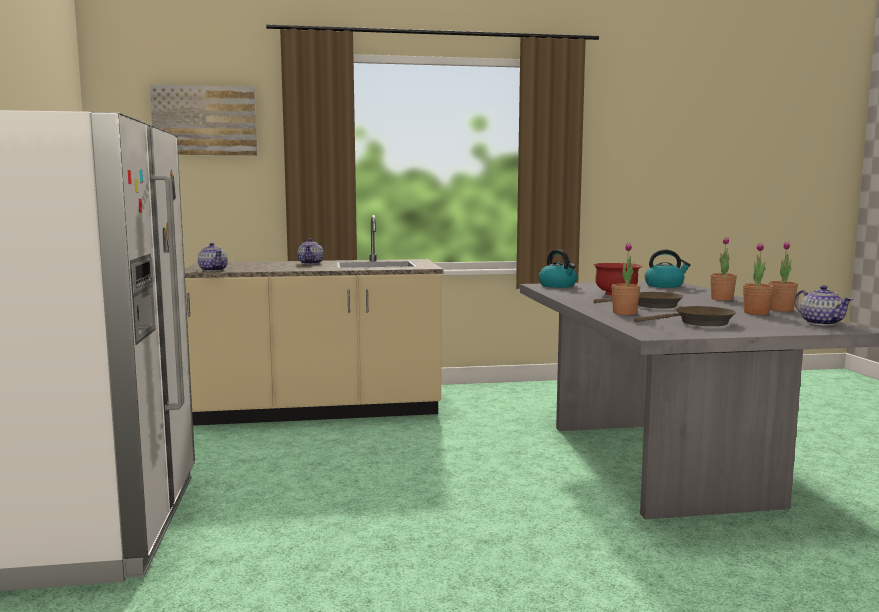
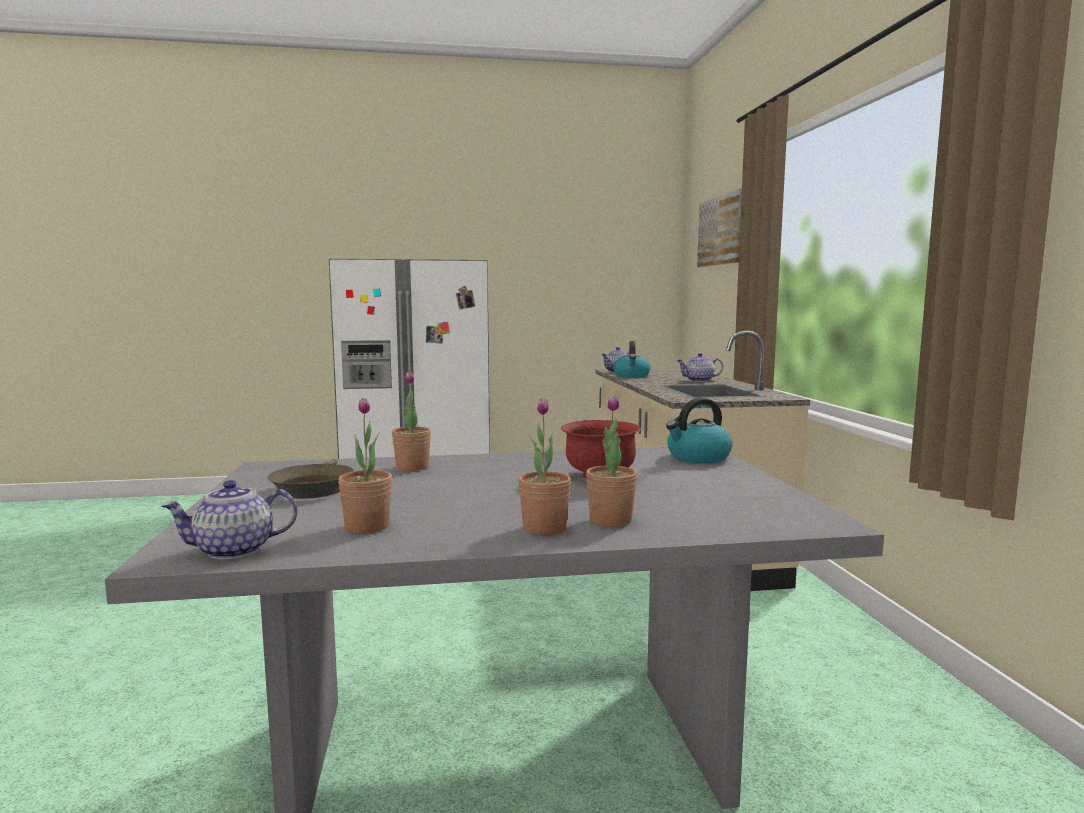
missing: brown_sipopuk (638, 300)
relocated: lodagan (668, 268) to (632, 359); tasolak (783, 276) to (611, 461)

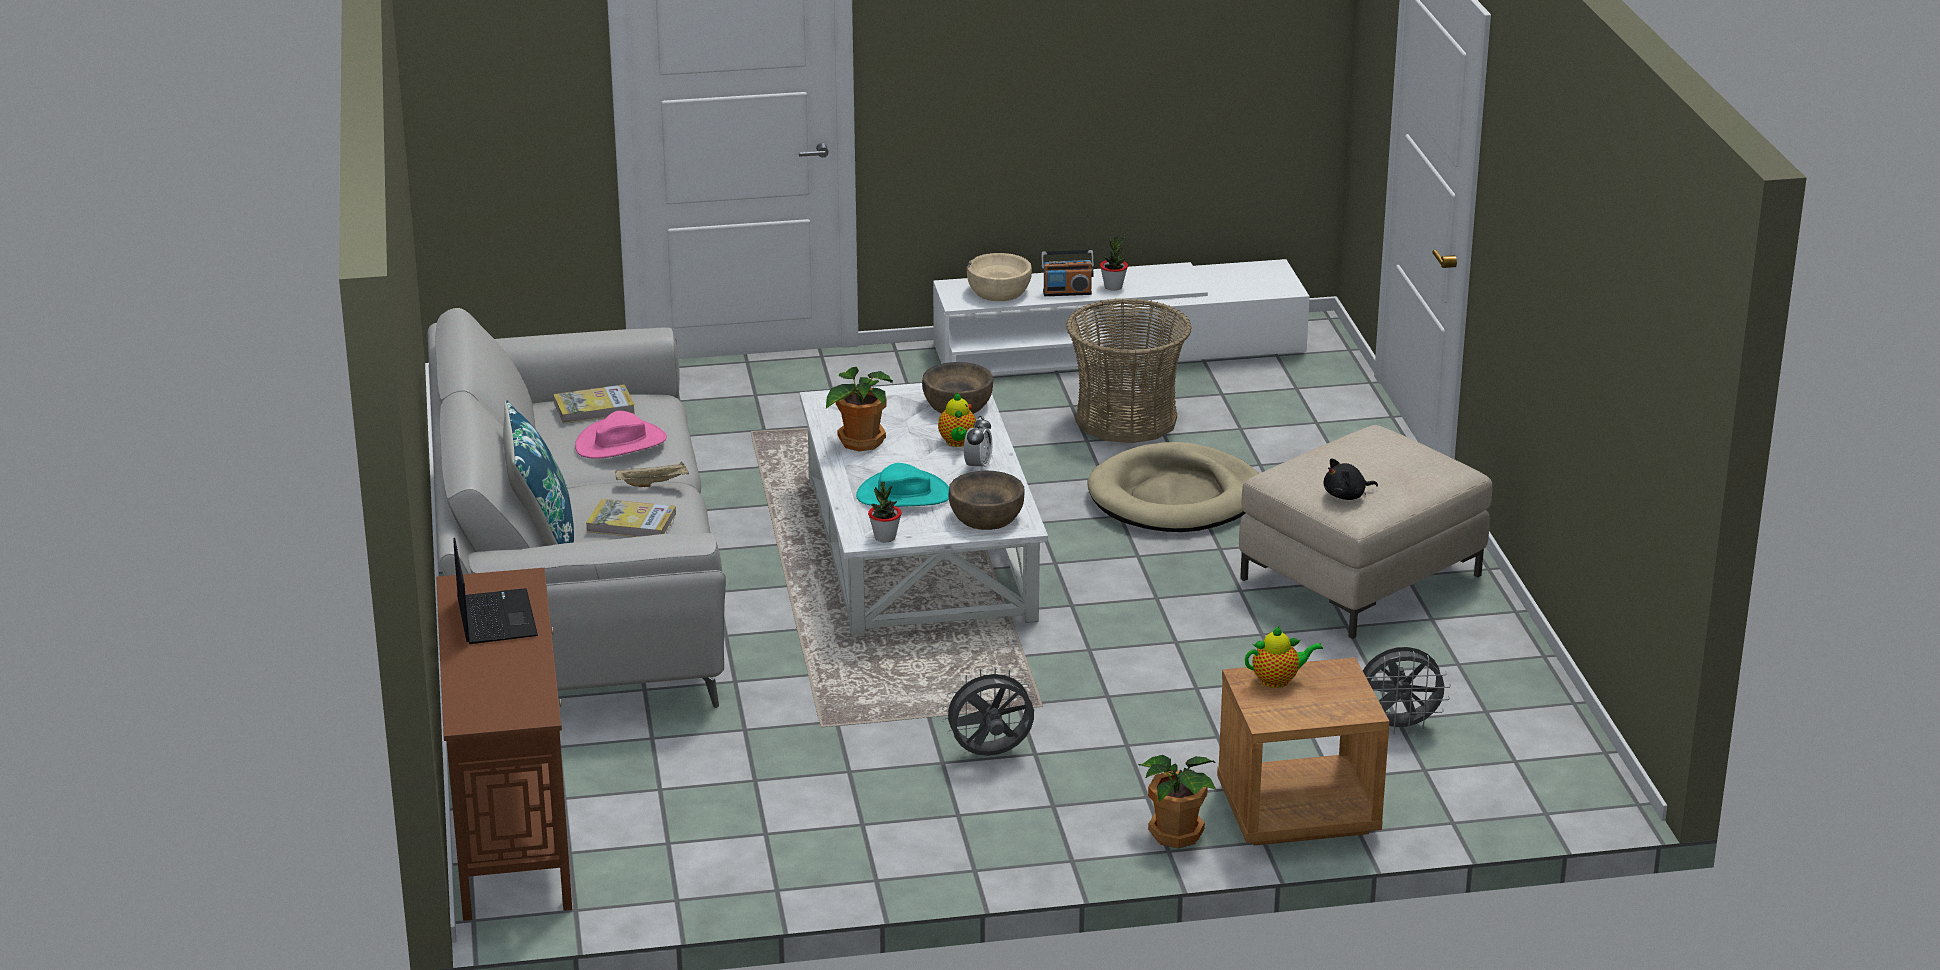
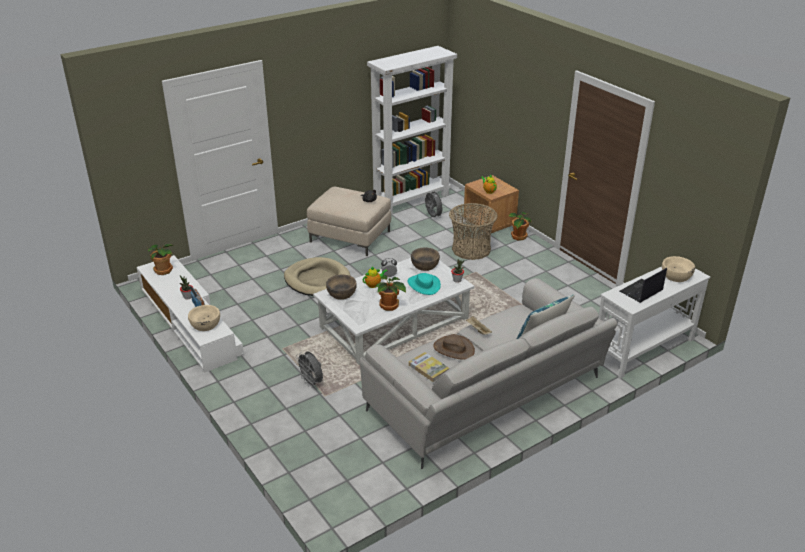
missing: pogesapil (631, 518)
appeared: tasolak (160, 259); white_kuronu (412, 130); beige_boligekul (678, 269)
relocated: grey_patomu (988, 711) to (309, 370); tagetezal (1129, 370) to (473, 231)
colour: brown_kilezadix (504, 744) to white_kilezadix (654, 322); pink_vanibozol (621, 435) to brown_vanibozol (454, 347)

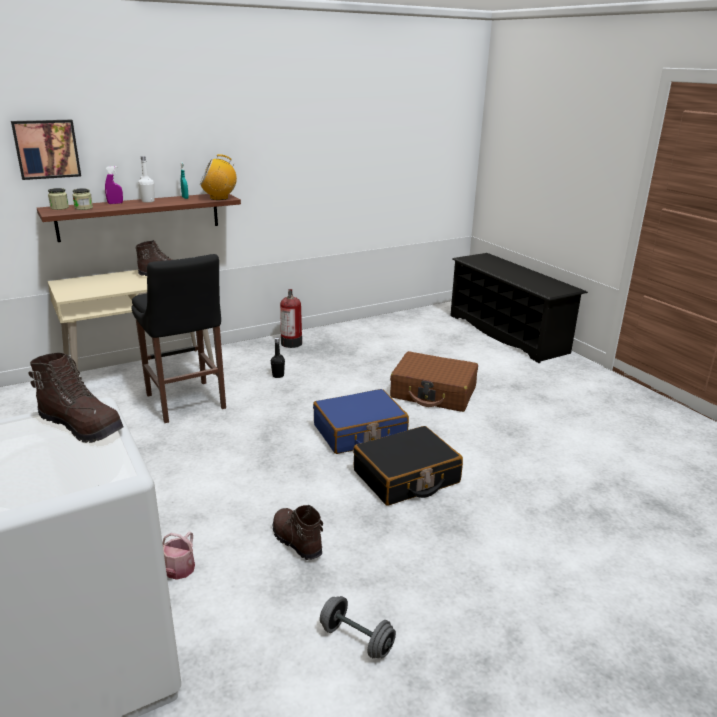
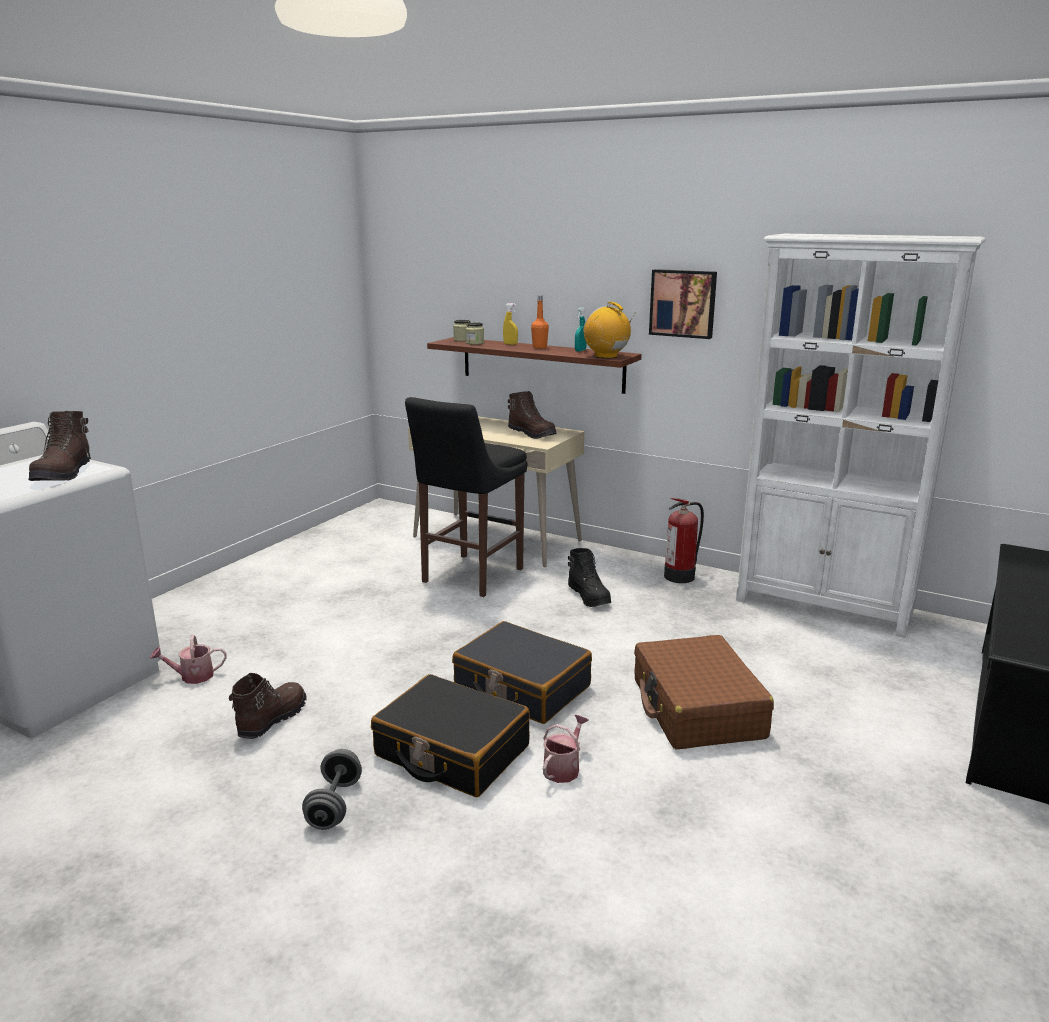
appeared: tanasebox (566, 748); white_kuronu (861, 436)
relocated: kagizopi (46, 150) to (683, 304); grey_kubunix (358, 627) to (332, 789)
exchanged: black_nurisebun (278, 358) to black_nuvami (589, 577)
colour: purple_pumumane (114, 185) to yellow_pumumane (510, 324); white_nurisebun (146, 179) to orange_nurisebun (540, 322); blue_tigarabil (361, 421) to black_tigarabil (522, 672)

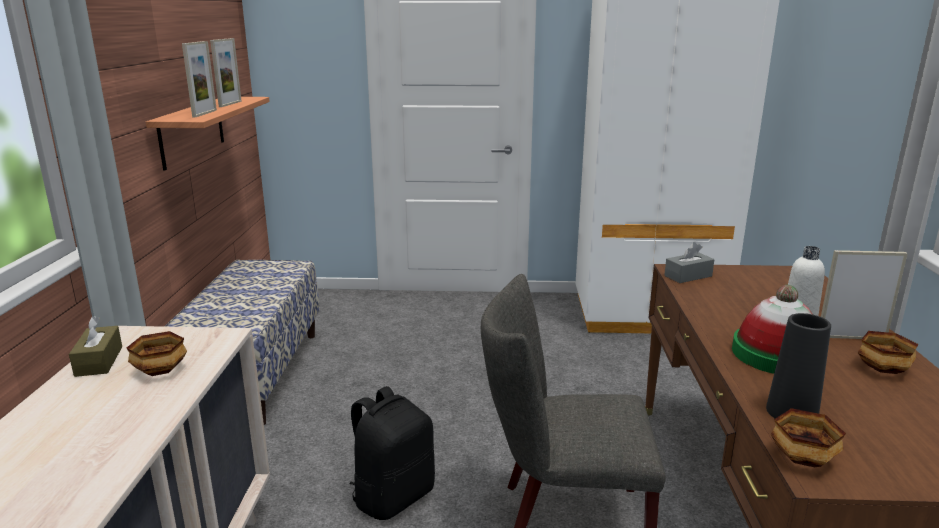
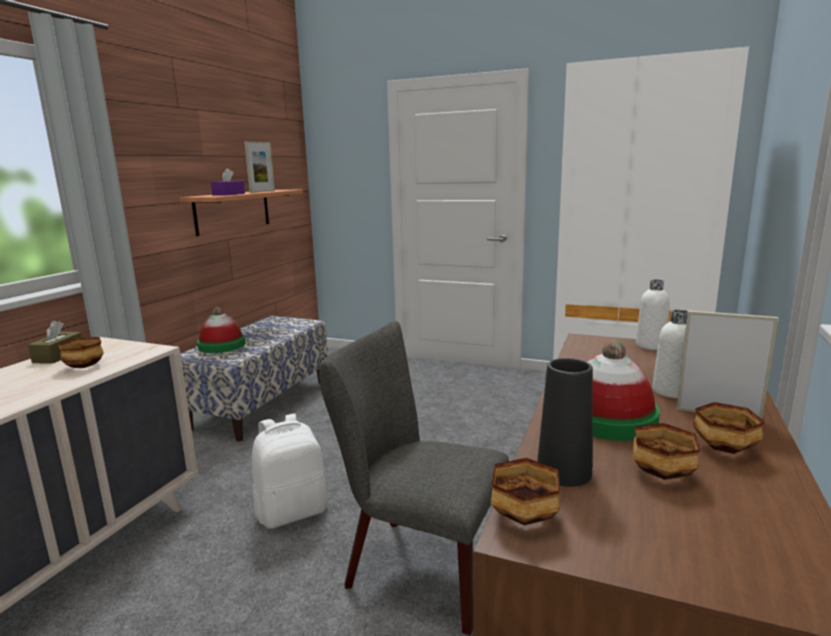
missing: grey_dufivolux (689, 262)
appeared: vanibozol (221, 330); boligekul (666, 451); white_nurisebun (653, 314)
exchanged: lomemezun (199, 79) to purple_dufivolux (228, 182)
colour: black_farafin (392, 453) to white_farafin (290, 471)

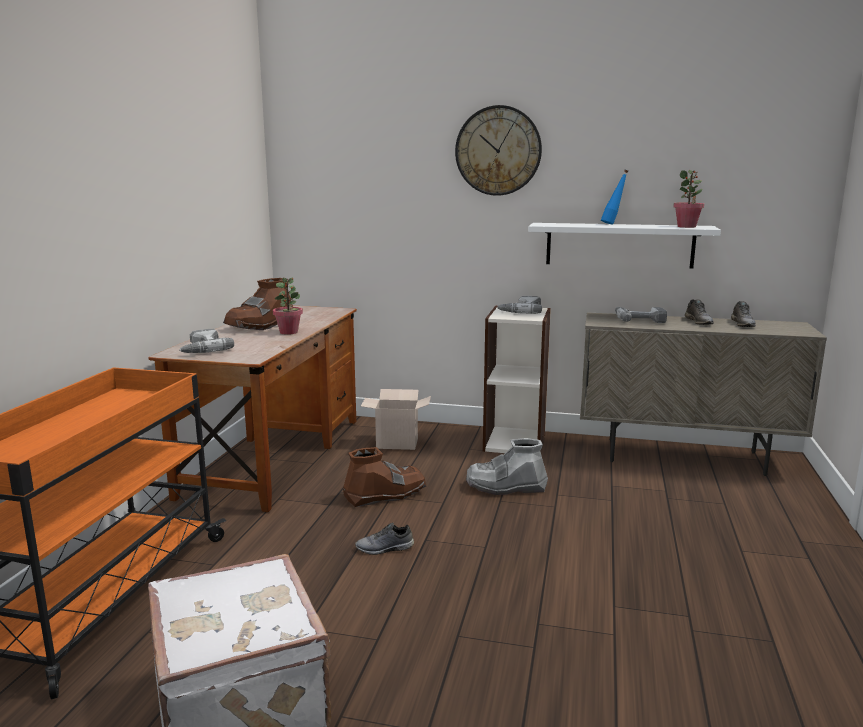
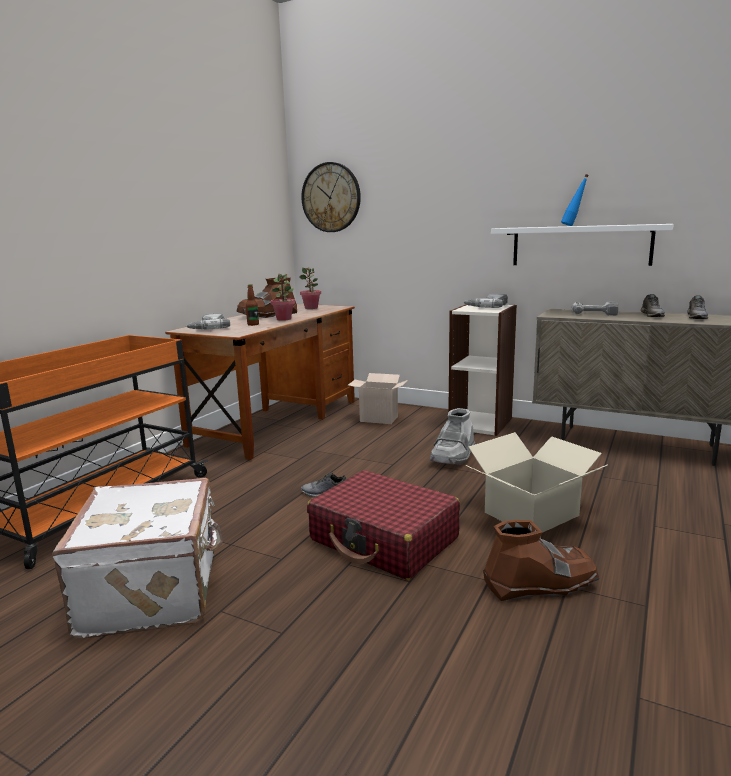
appeared: nurisebun (252, 305); red_tigarabil (383, 525); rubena (536, 482)
relocated: brown_nuvami (384, 477) to (541, 560); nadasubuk (498, 150) to (331, 197); tasolak (688, 199) to (310, 288)
spun: grey_nuvami (507, 466) = (452, 436) 75 degrees counterclockwise

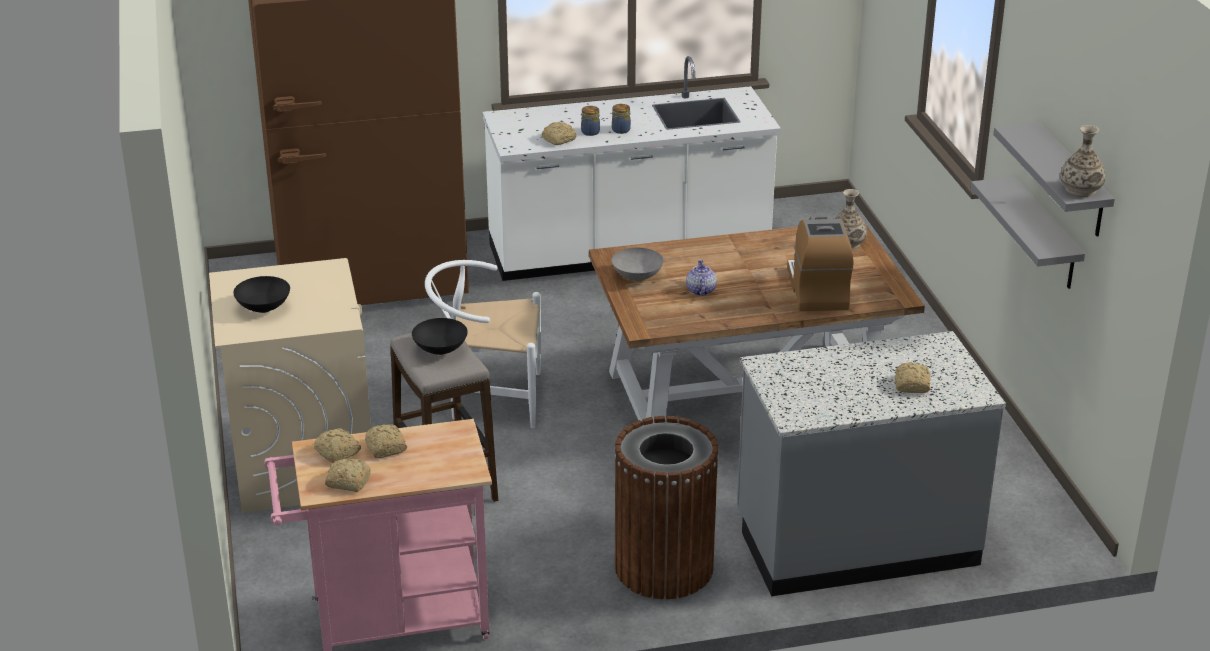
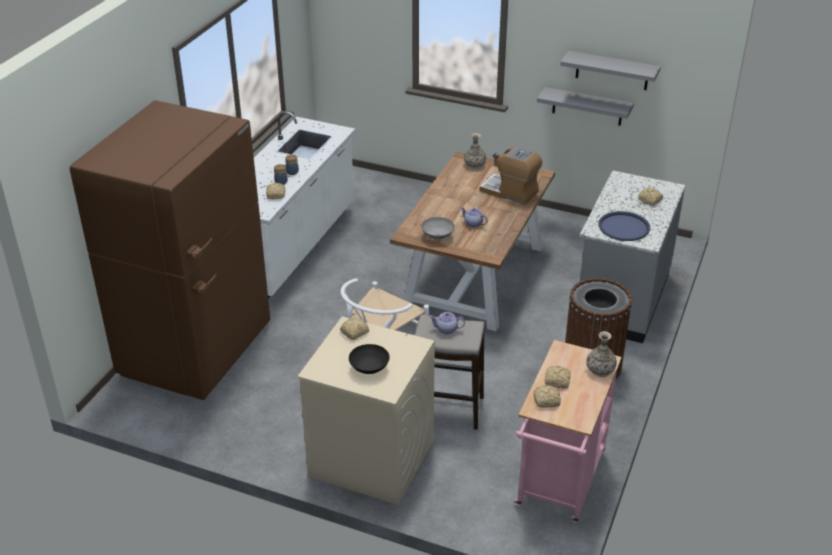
appeared: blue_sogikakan (624, 226)
relocated: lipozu (348, 475) to (354, 328); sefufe (1083, 161) to (601, 354)
exchanged: black_boligekul (440, 336) to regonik (447, 323)

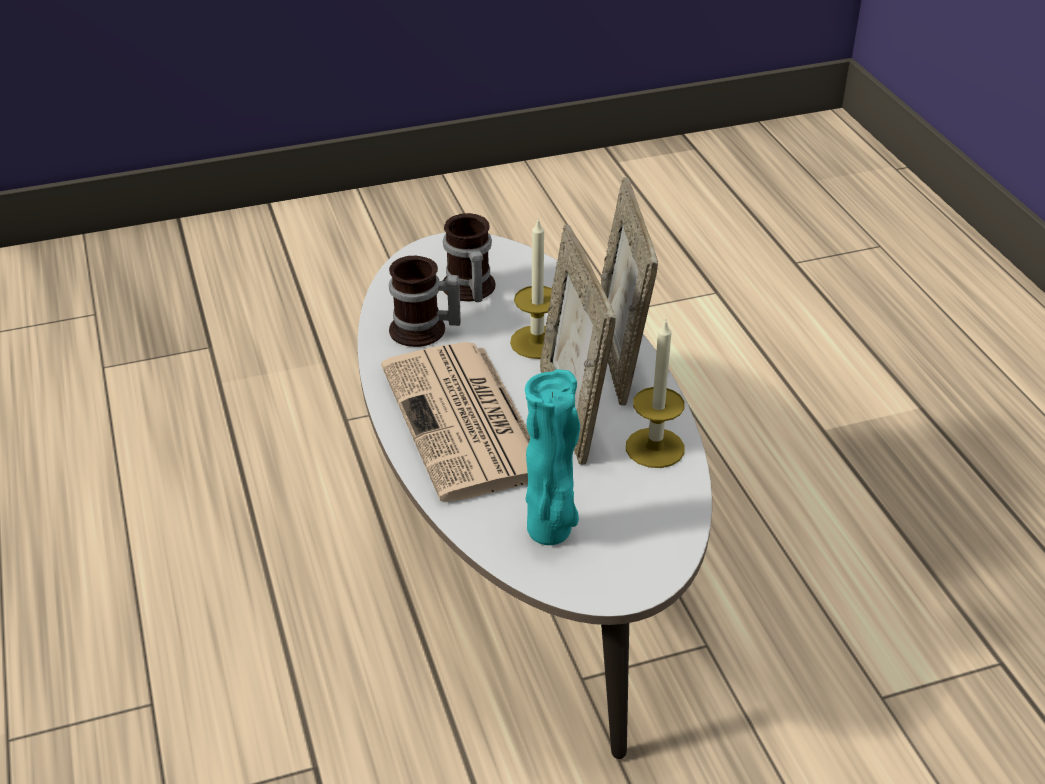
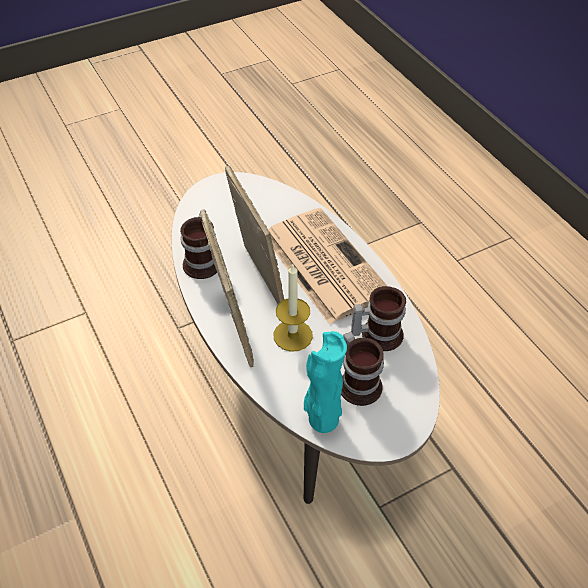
relocated: turquoise_sefufe (552, 457) to (325, 382)
exchanged: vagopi (655, 393) to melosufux (198, 246)

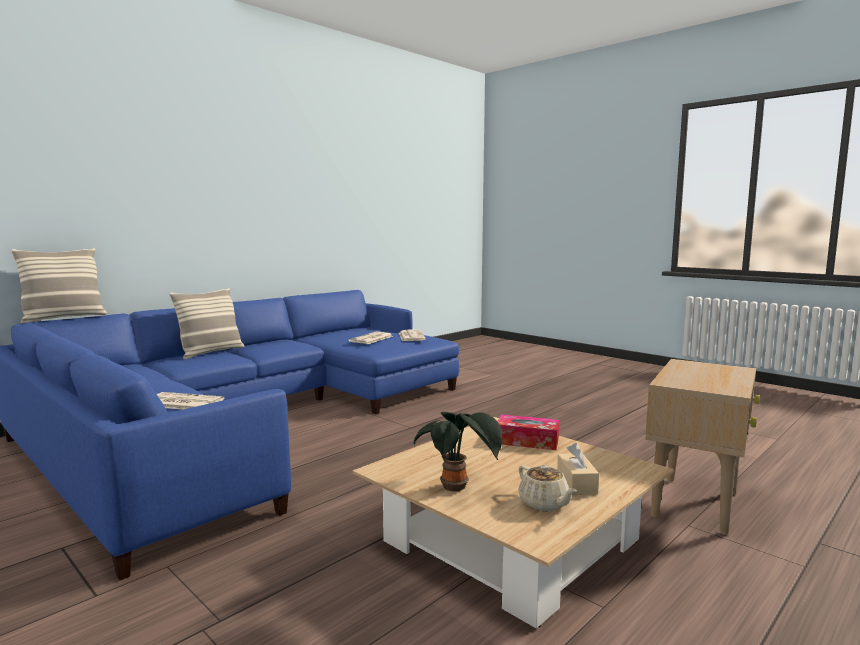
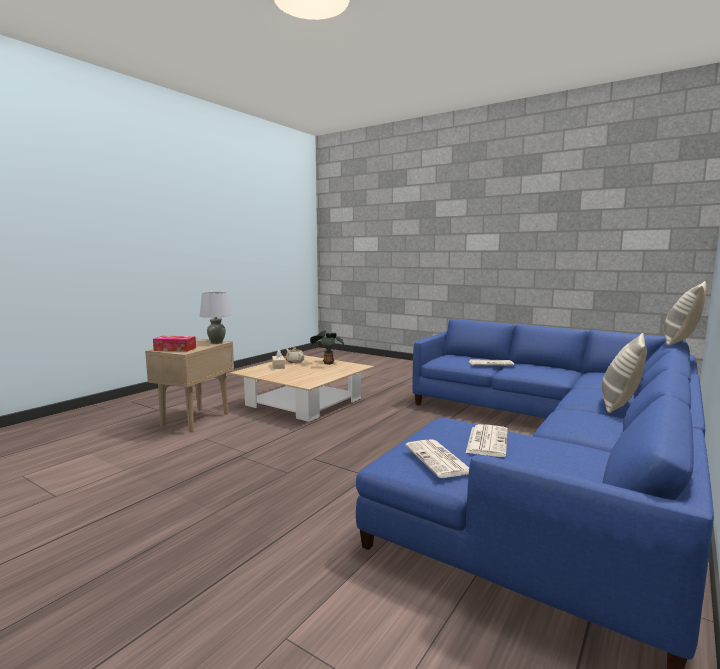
appeared: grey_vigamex (215, 318)
relocated: dufivolux (528, 432) to (174, 344)

